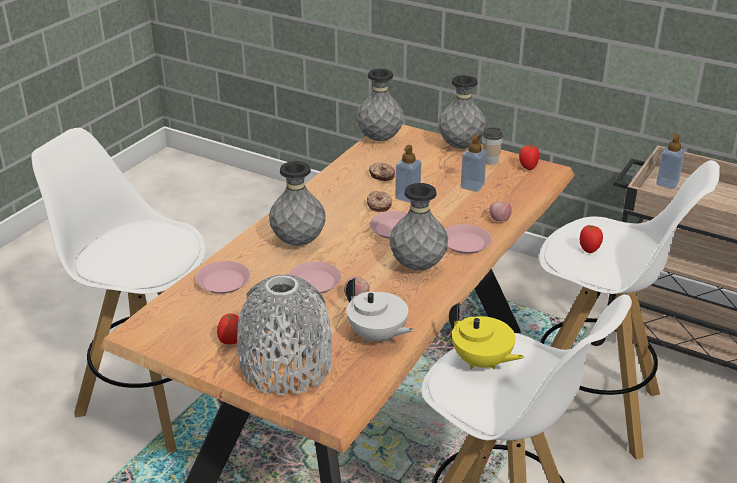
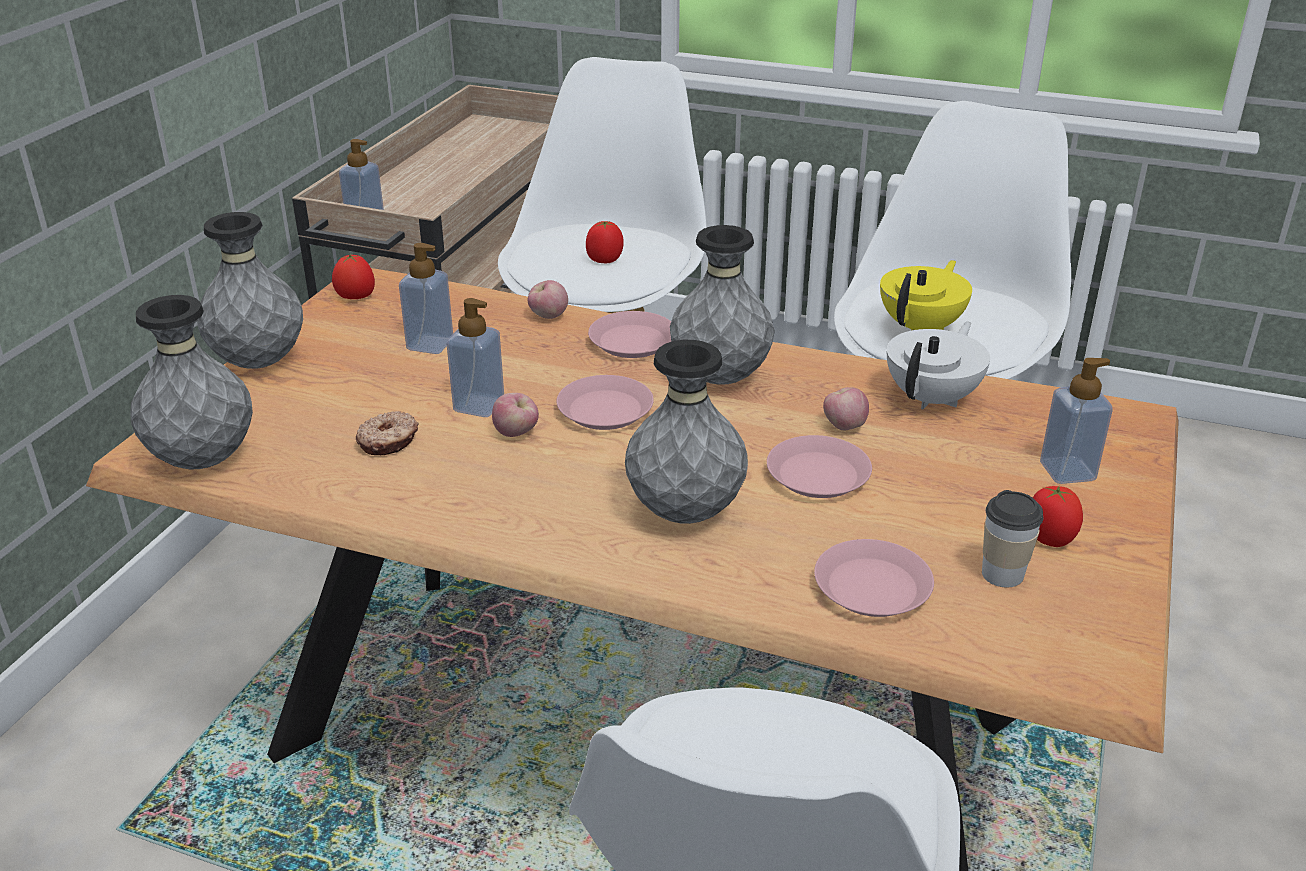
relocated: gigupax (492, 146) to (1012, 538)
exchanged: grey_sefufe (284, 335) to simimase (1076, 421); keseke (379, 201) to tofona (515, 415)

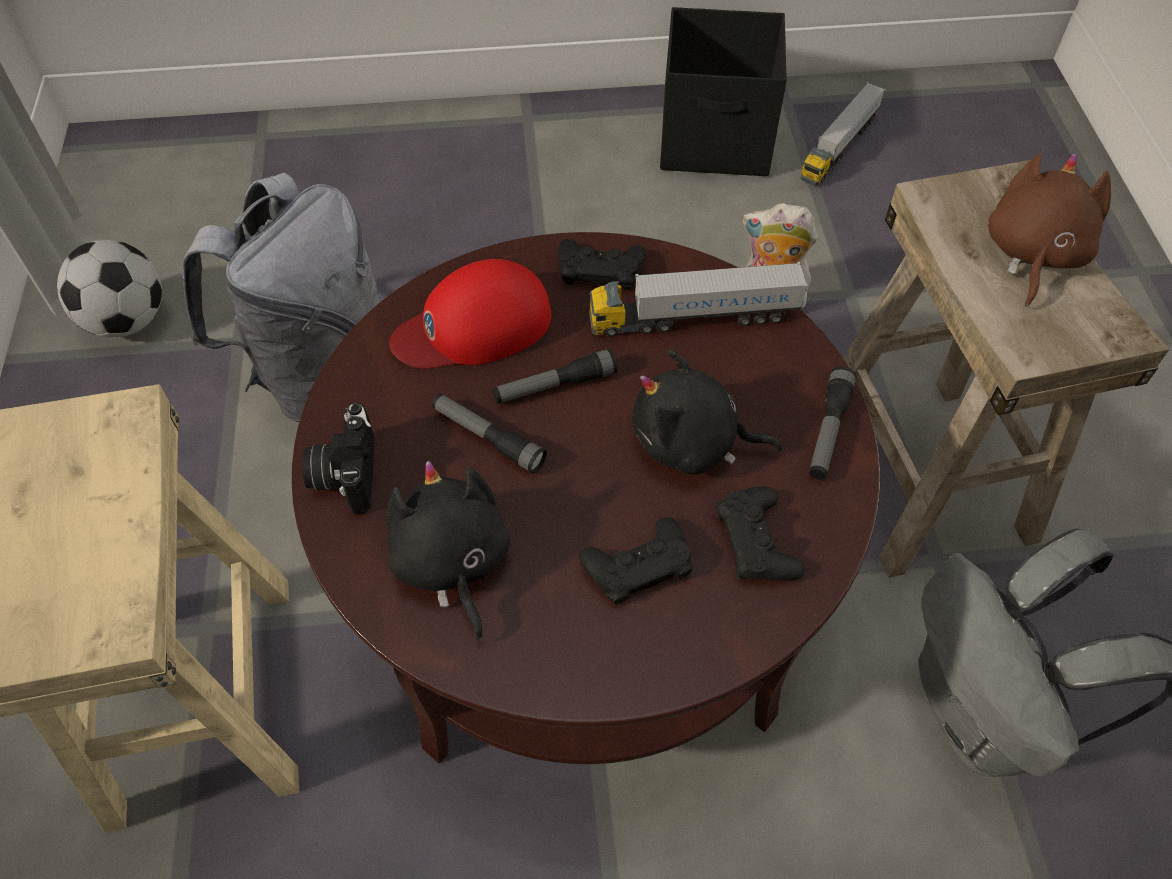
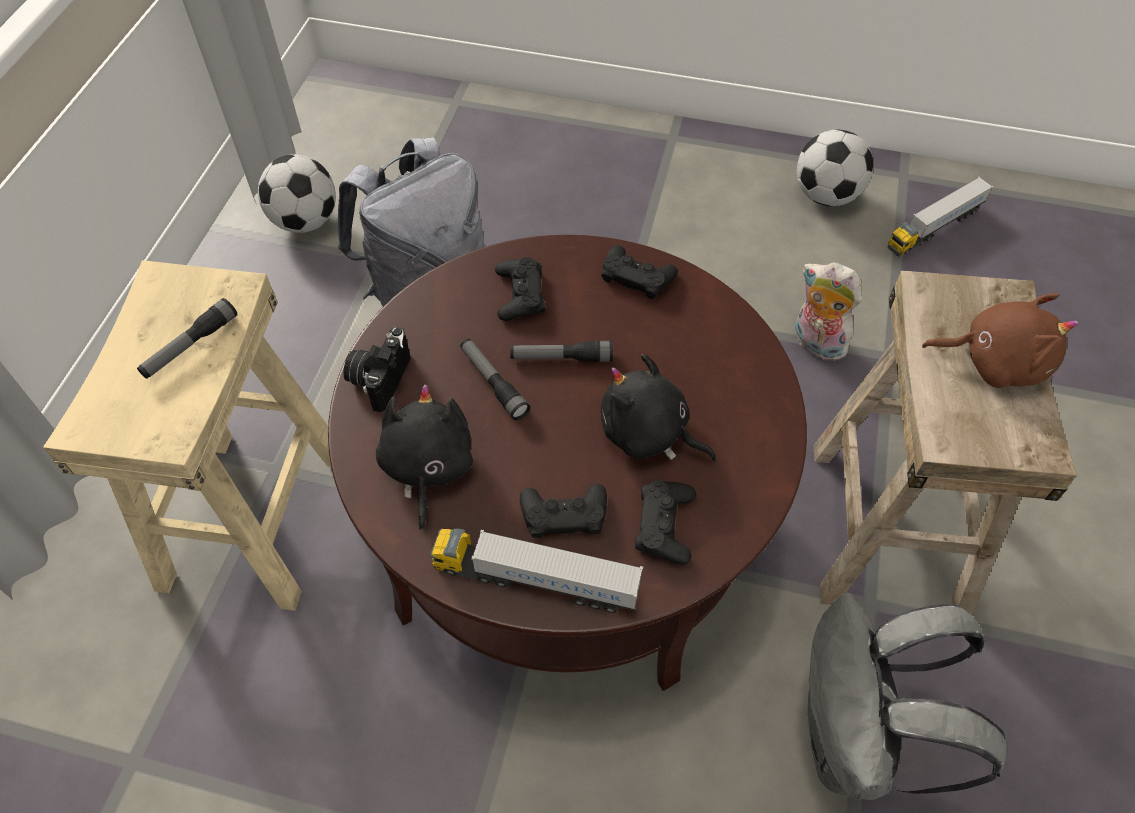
relocated: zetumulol (698, 299) to (536, 571); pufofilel (833, 423) to (187, 338)
exchanged: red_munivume (470, 314) to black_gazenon (520, 289); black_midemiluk (723, 91) to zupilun (835, 168)
spun: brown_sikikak (1049, 230) = (1000, 340) 60 degrees clockwise

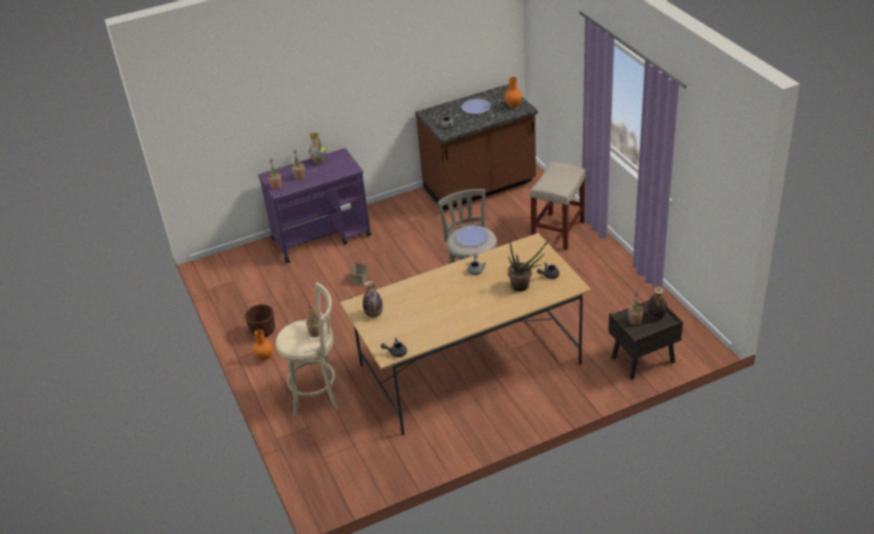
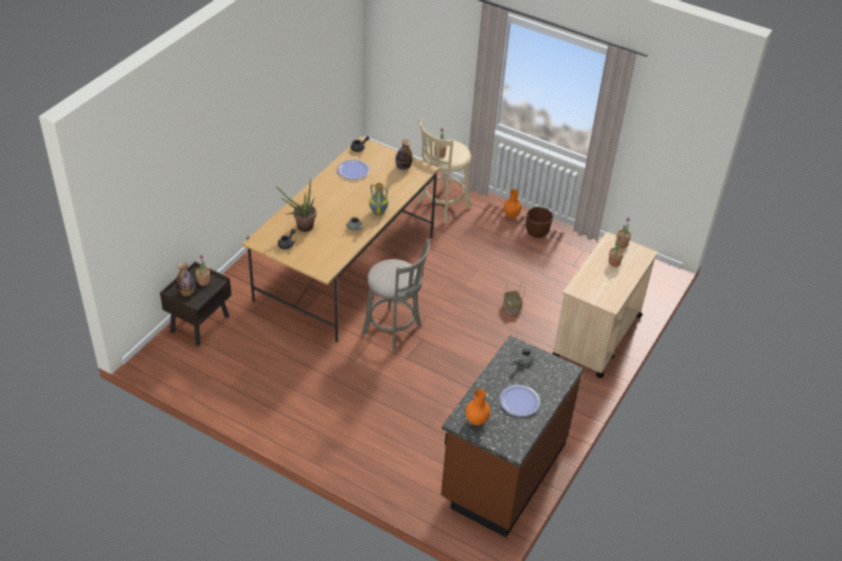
missing: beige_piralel (557, 206)
relocated: sefufe (317, 147) to (378, 199); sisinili (472, 236) to (353, 170)
colour: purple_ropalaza (314, 205) to beige_ropalaza (605, 305)

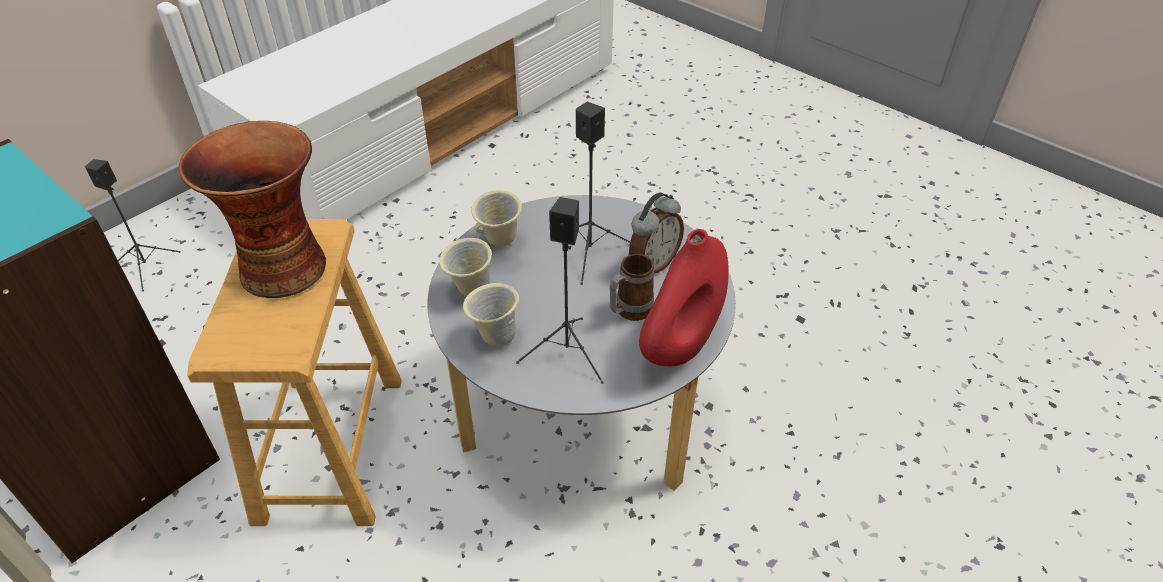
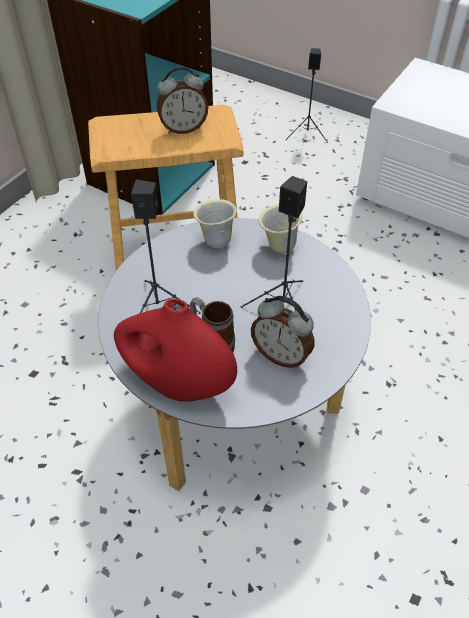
missing: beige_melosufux (491, 315)
exchanged: sefufe (252, 209) to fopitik (182, 100)

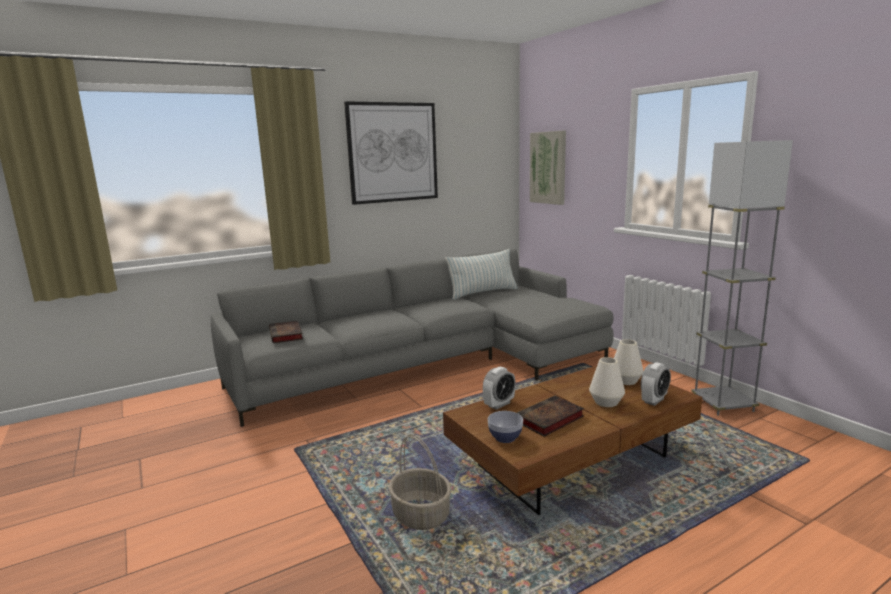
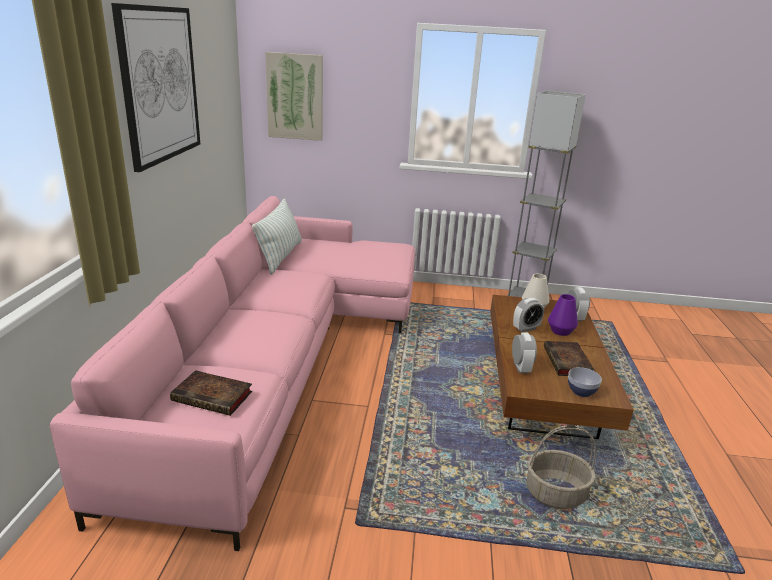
appeared: fopitik (528, 315)
colour: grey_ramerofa (412, 338) to pink_ramerofa (232, 373); white_sefufe (607, 382) to purple_sefufe (563, 315)

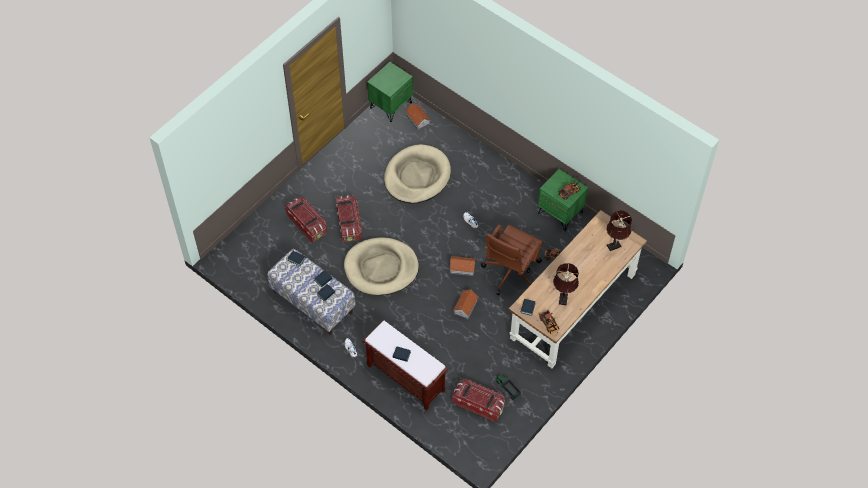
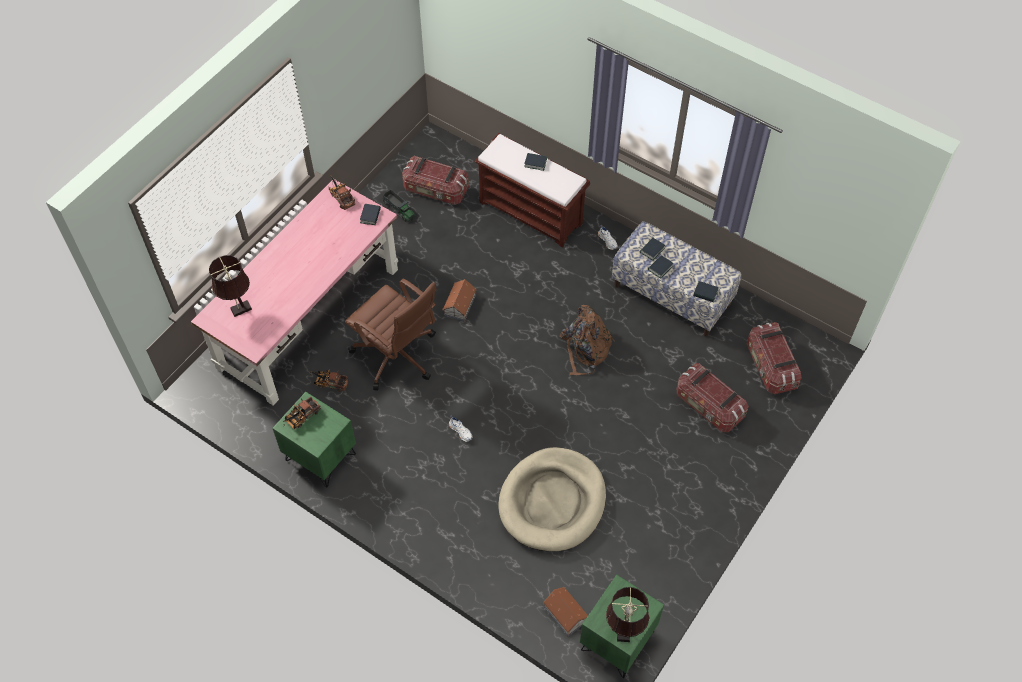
missing: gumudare (462, 266)
relocated: midemiluk (349, 218) to (774, 358); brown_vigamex (566, 284) to (627, 614)
exchanged: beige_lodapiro (381, 266) to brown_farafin (587, 340)
colour: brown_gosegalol (578, 289) to pink_gosegalol (294, 292)
spun: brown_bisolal (512, 259) = (391, 334) 105 degrees clockwise

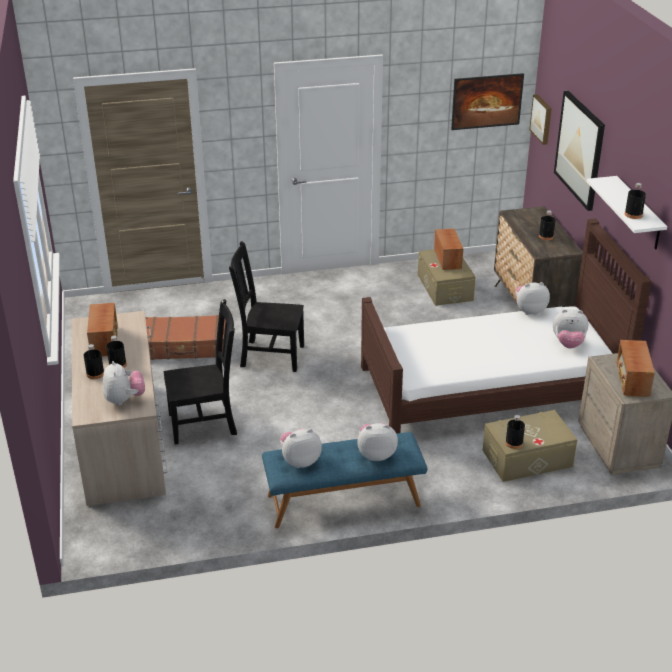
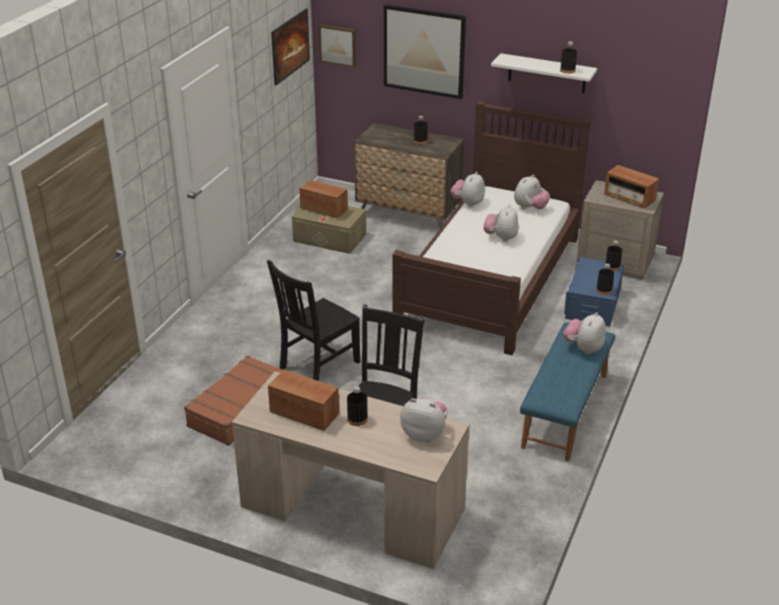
relocated: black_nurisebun (94, 361) to (613, 256); sikikak (301, 448) to (501, 223)
colour: beige_midemiluk (530, 446) to blue_midemiluk (594, 292)

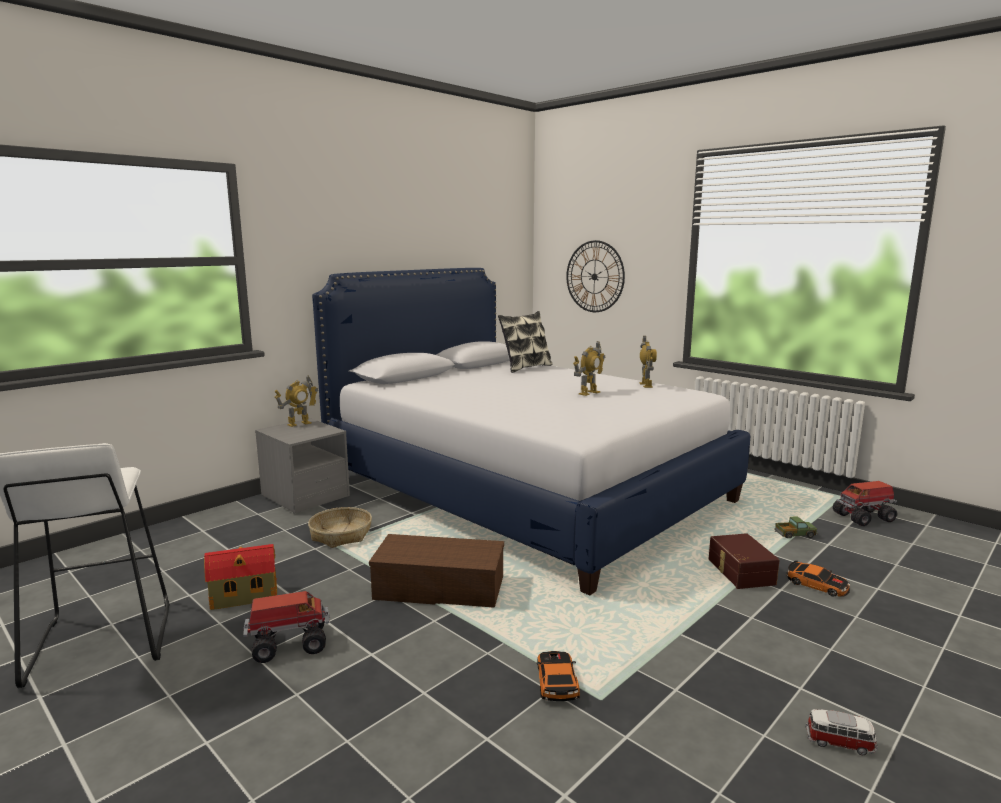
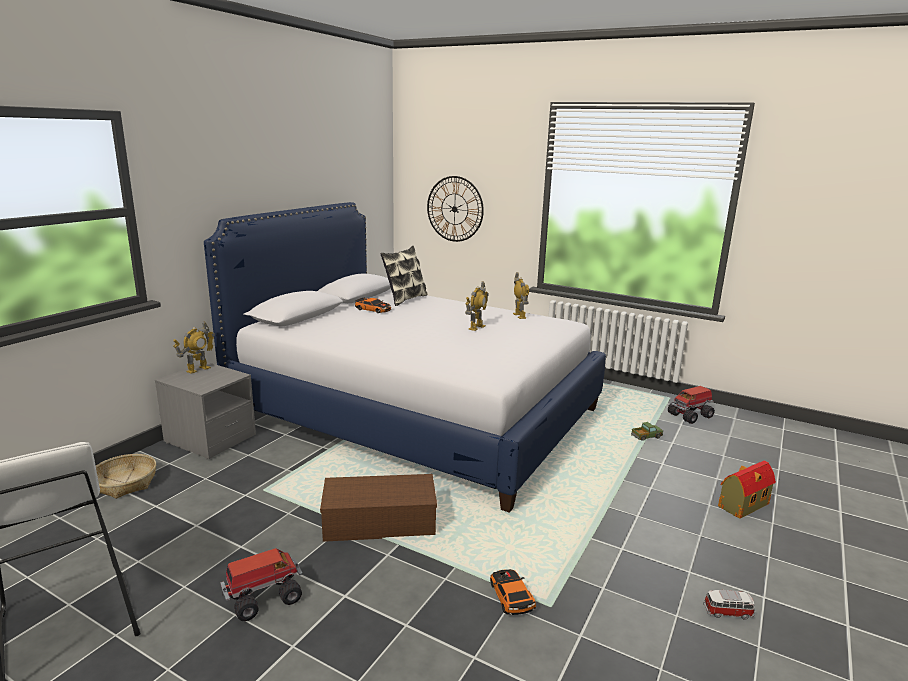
missing: brown_midemiluk (744, 561)
relocated: gumudare (240, 577) to (747, 490); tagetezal (340, 527) to (126, 476); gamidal (818, 579) to (373, 305)

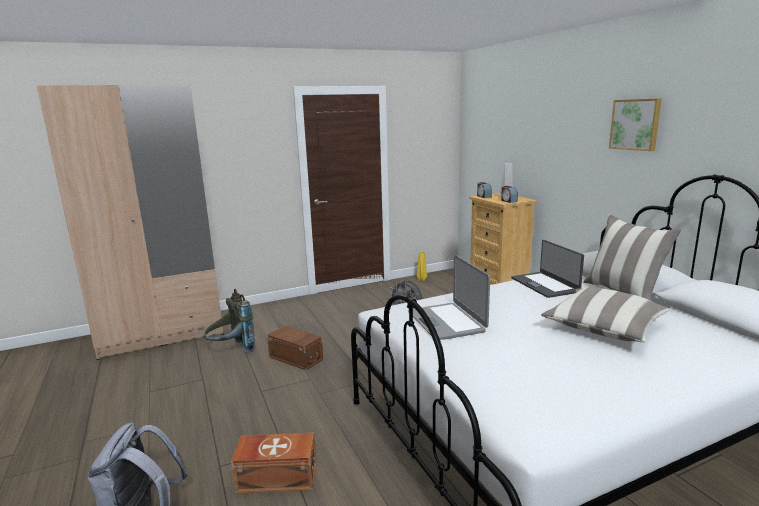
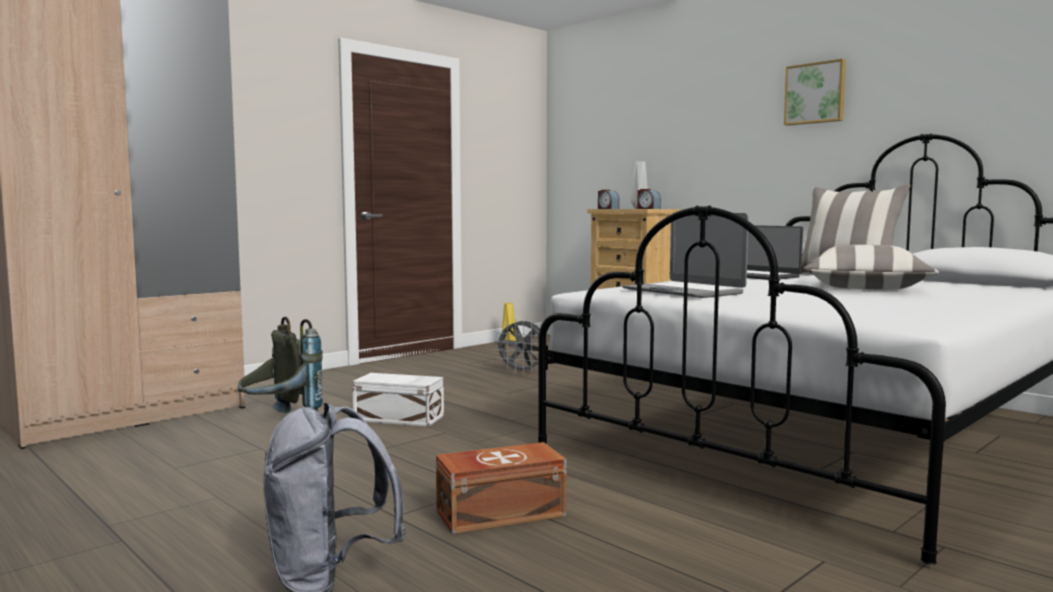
colour: brown_midemiluk (295, 348) to white_midemiluk (398, 400)

